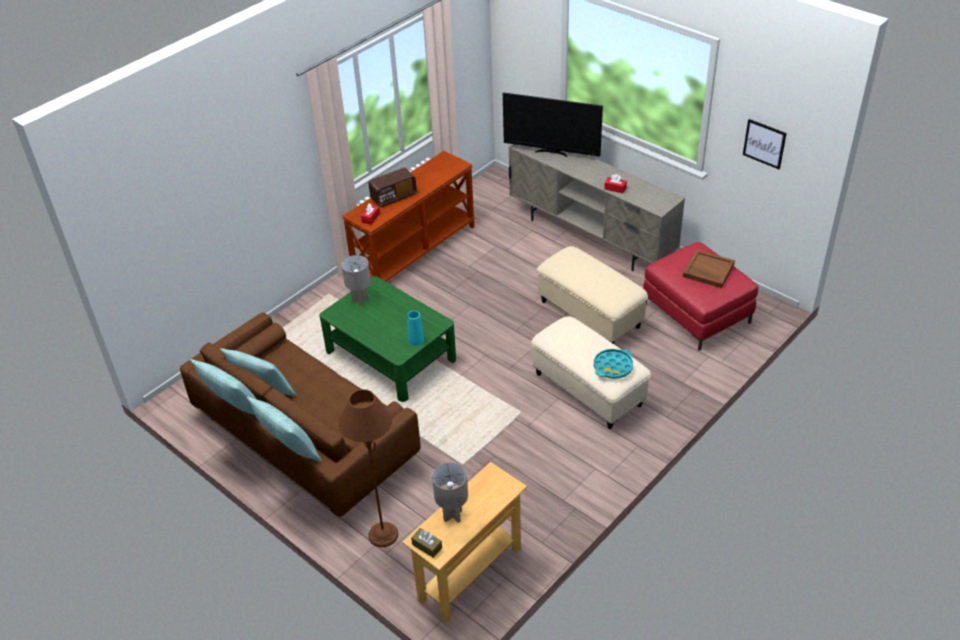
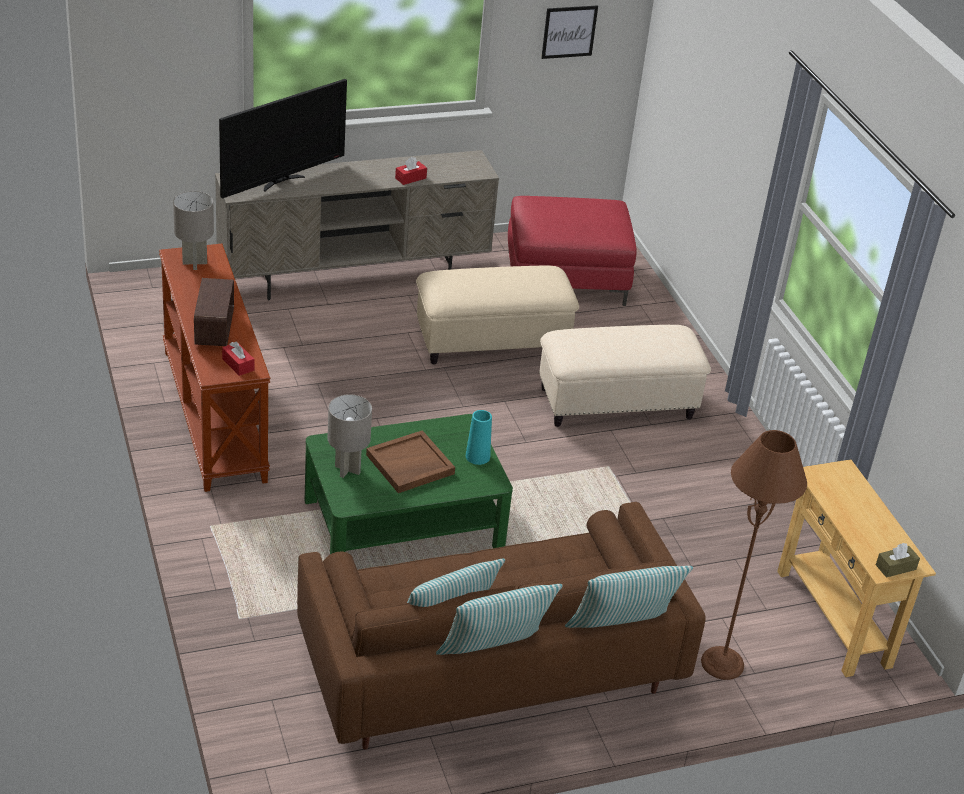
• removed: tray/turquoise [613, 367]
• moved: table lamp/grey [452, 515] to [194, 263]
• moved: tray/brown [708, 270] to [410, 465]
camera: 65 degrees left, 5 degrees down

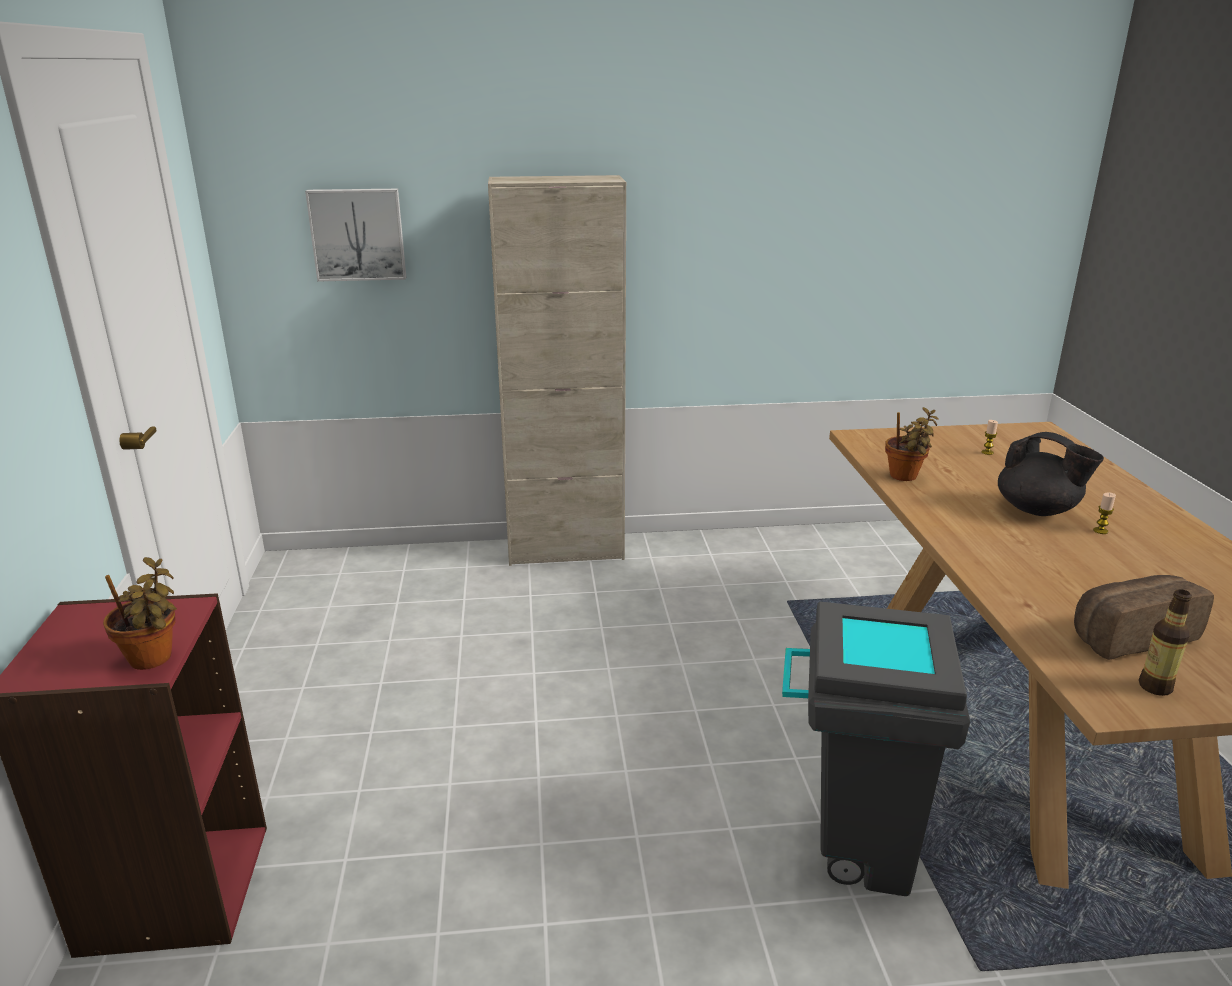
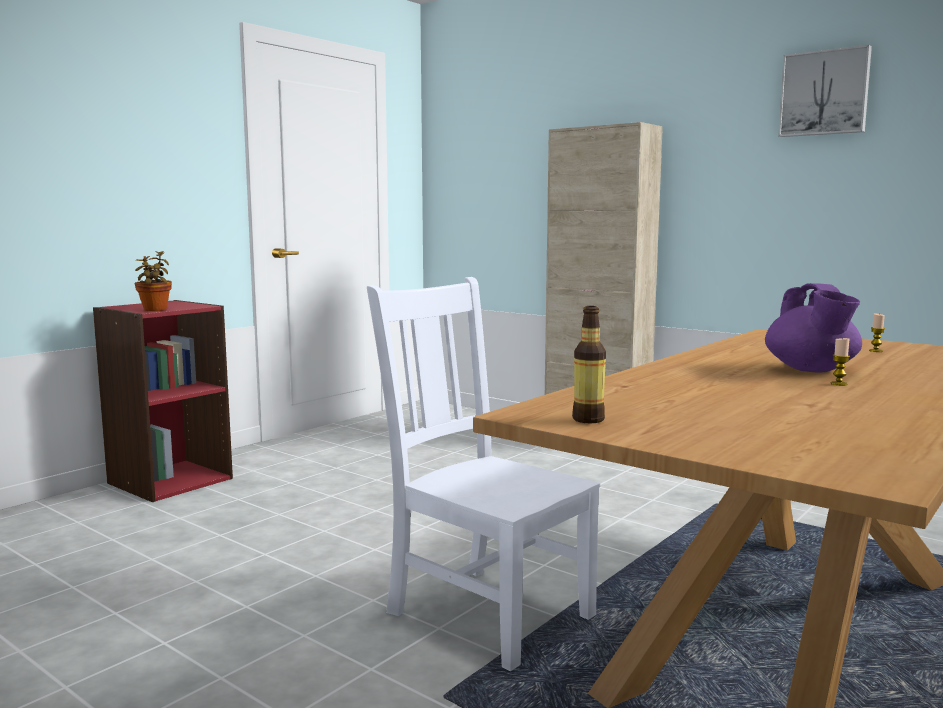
• removed: potted plant [905, 477]
• removed: bread [1129, 635]
• moved: picture [358, 234] to [824, 93]
• replaced: trash can/grey [850, 850] to chair/white [485, 612]
• recoloured: teapot/black [1038, 510] to teapot/purple [811, 370]
camera: 45 degrees right, 15 degrees down

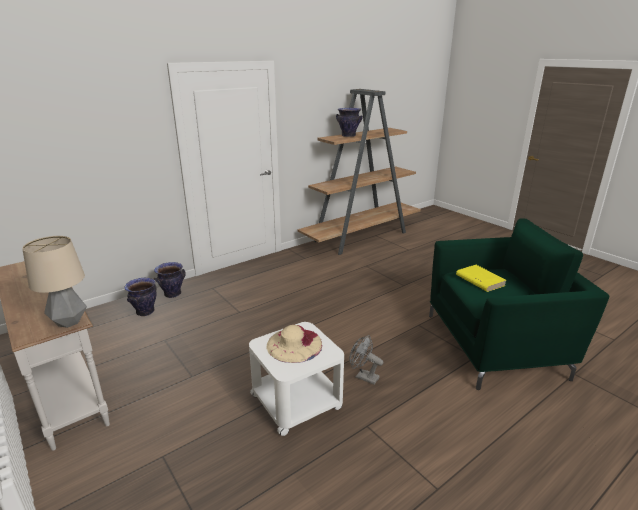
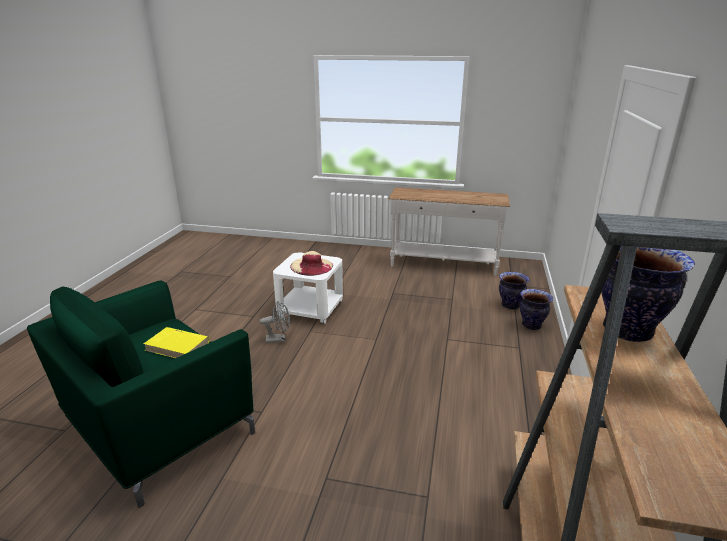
• removed: table lamp [69, 322]
camera: 140 degrees right, 0 degrees up

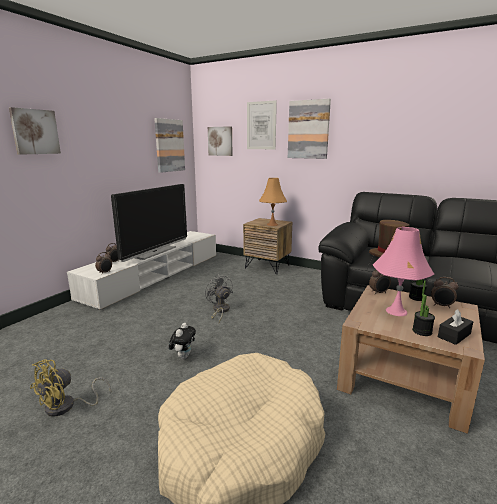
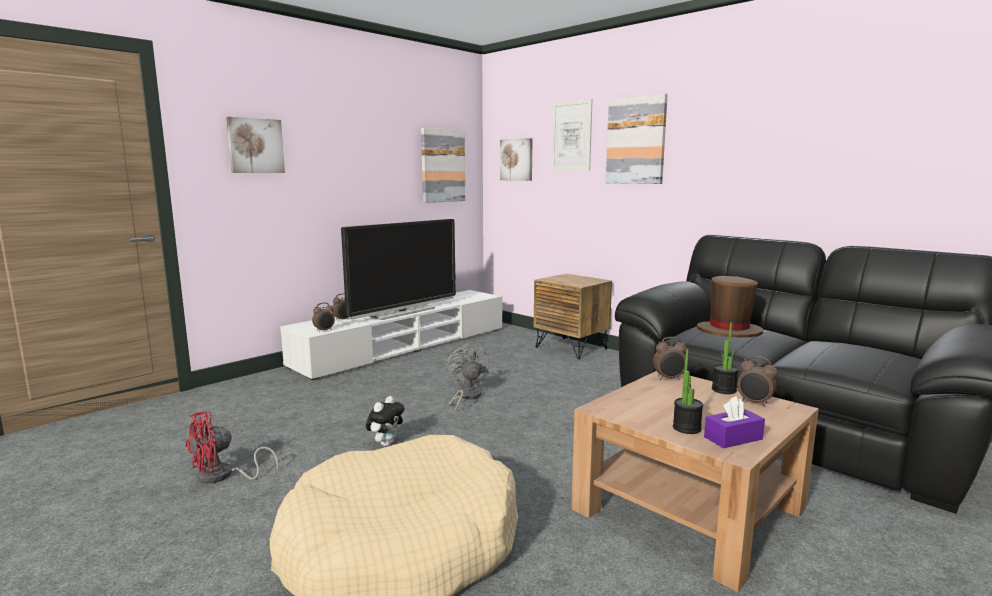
• removed: table lamp/orange [272, 224]
• removed: table lamp/pink [396, 311]
• recoloured: fan/yellow [66, 407] to fan/red [222, 476]
• recoloured: tissue box/black [454, 335] to tissue box/purple [733, 438]
camera: 15 degrees right, 5 degrees down

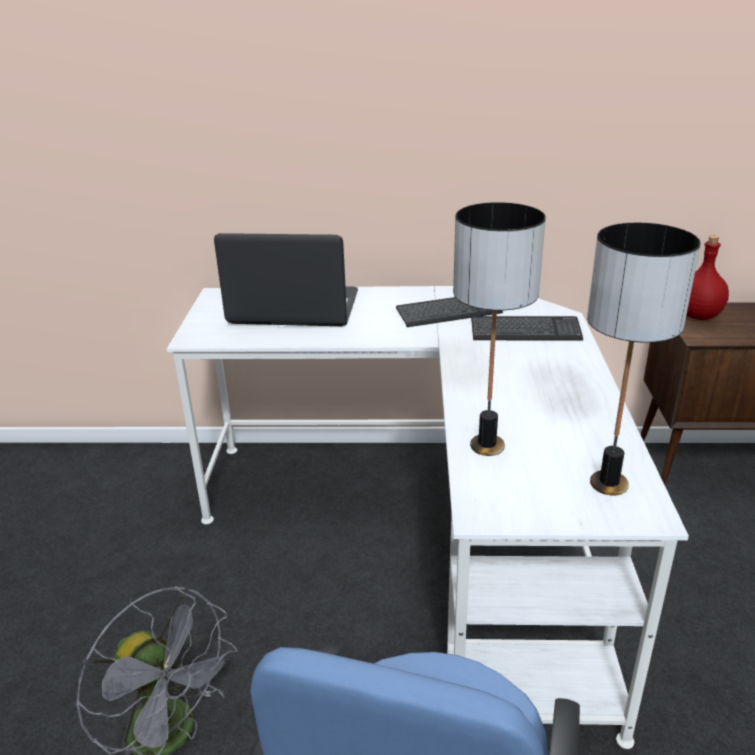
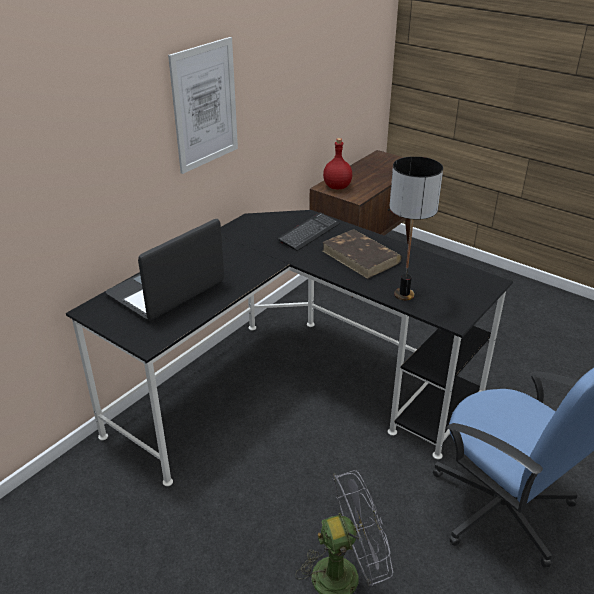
• removed: keyboard [448, 312]
• removed: table lamp [607, 484]
• added: picture [205, 105]
• added: book/brown [361, 257]
• recoloured: desk/white [426, 532] to desk/black [291, 389]
camera: 55 degrees left, 5 degrees up

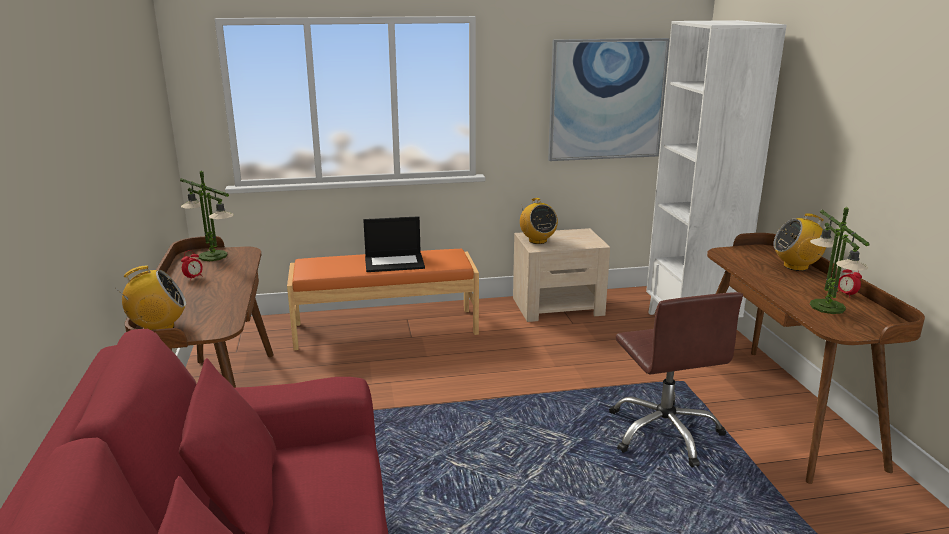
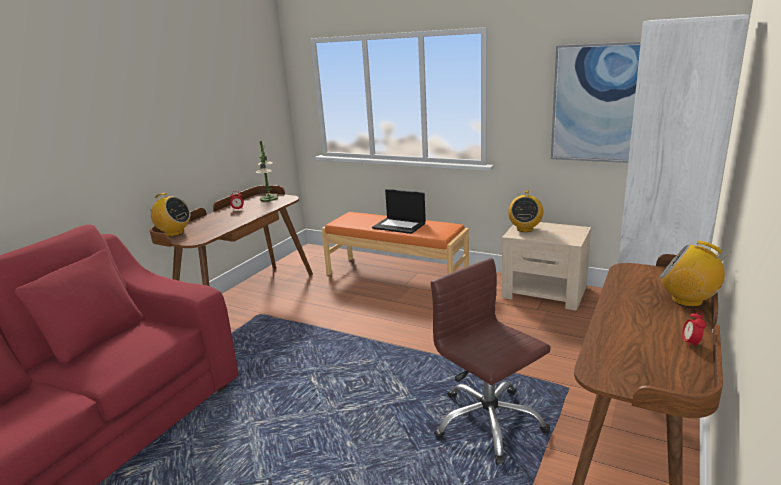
• removed: table lamp [827, 307]
• turned: office chair/brown [664, 432] = [488, 423] 120 degrees clockwise
camera: 40 degrees right, 0 degrees up

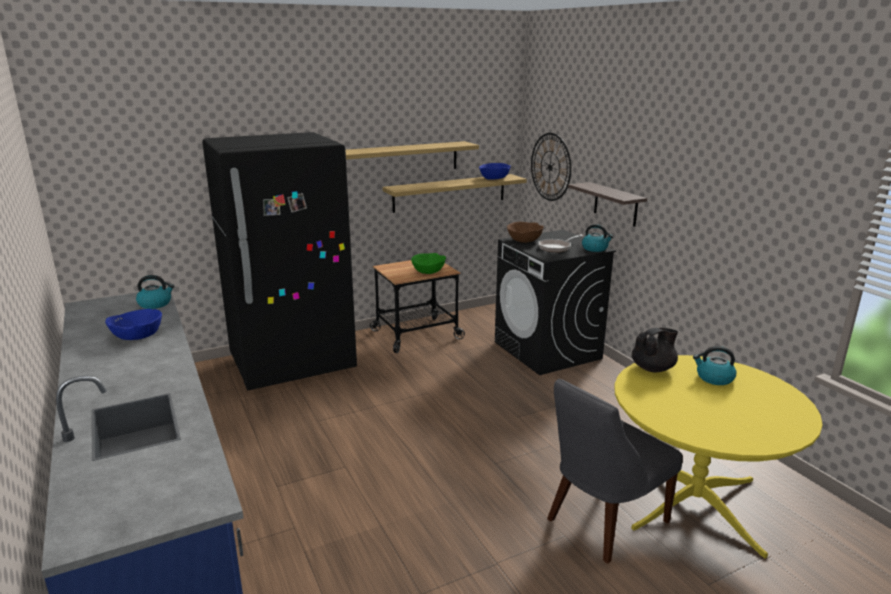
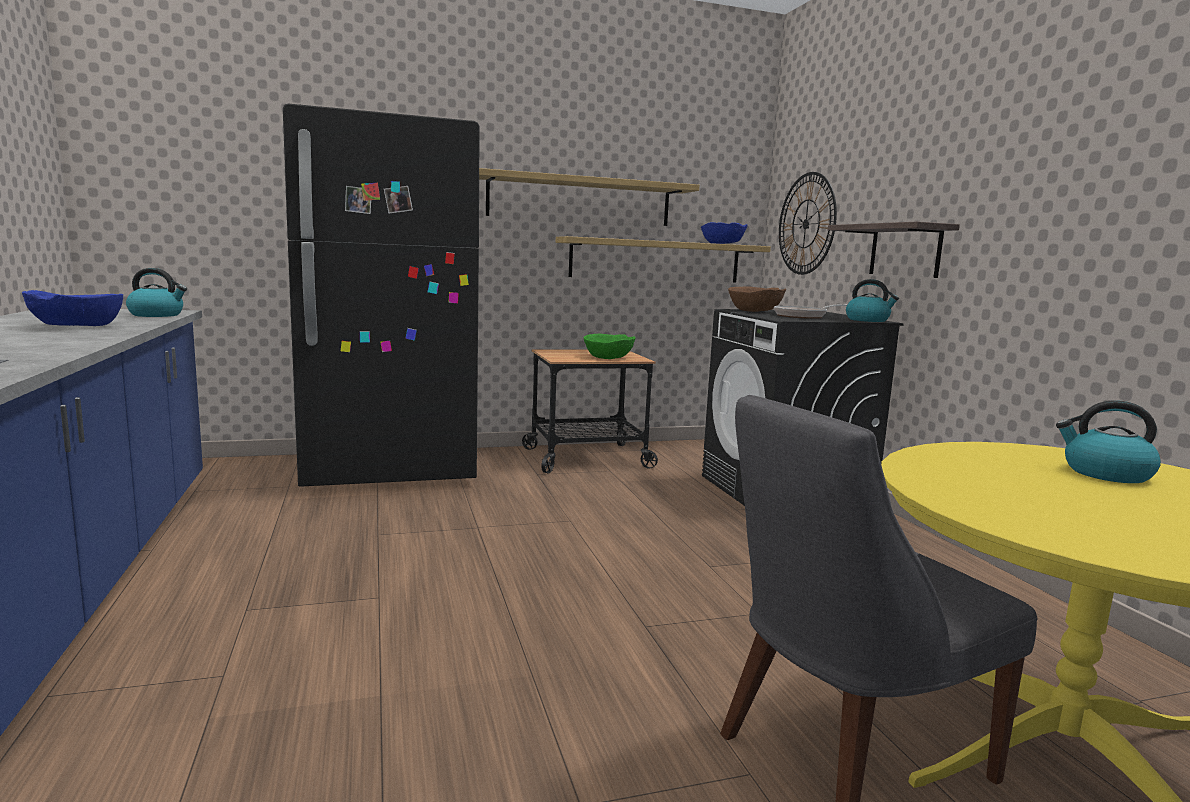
• removed: teapot/black [653, 368]
camera: 10 degrees right, 10 degrees down

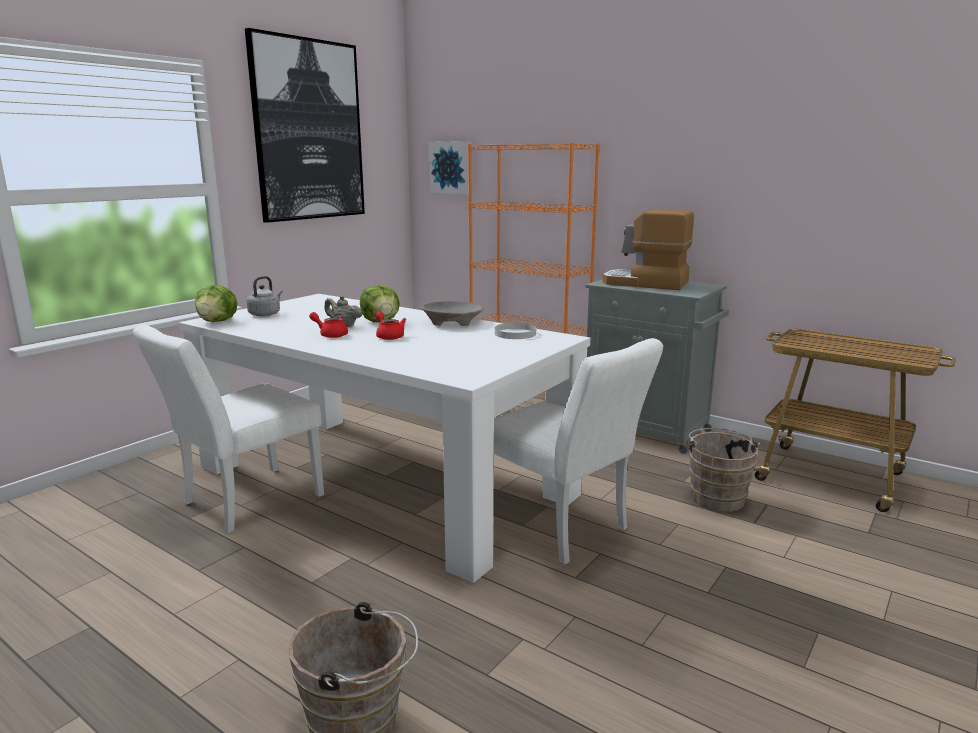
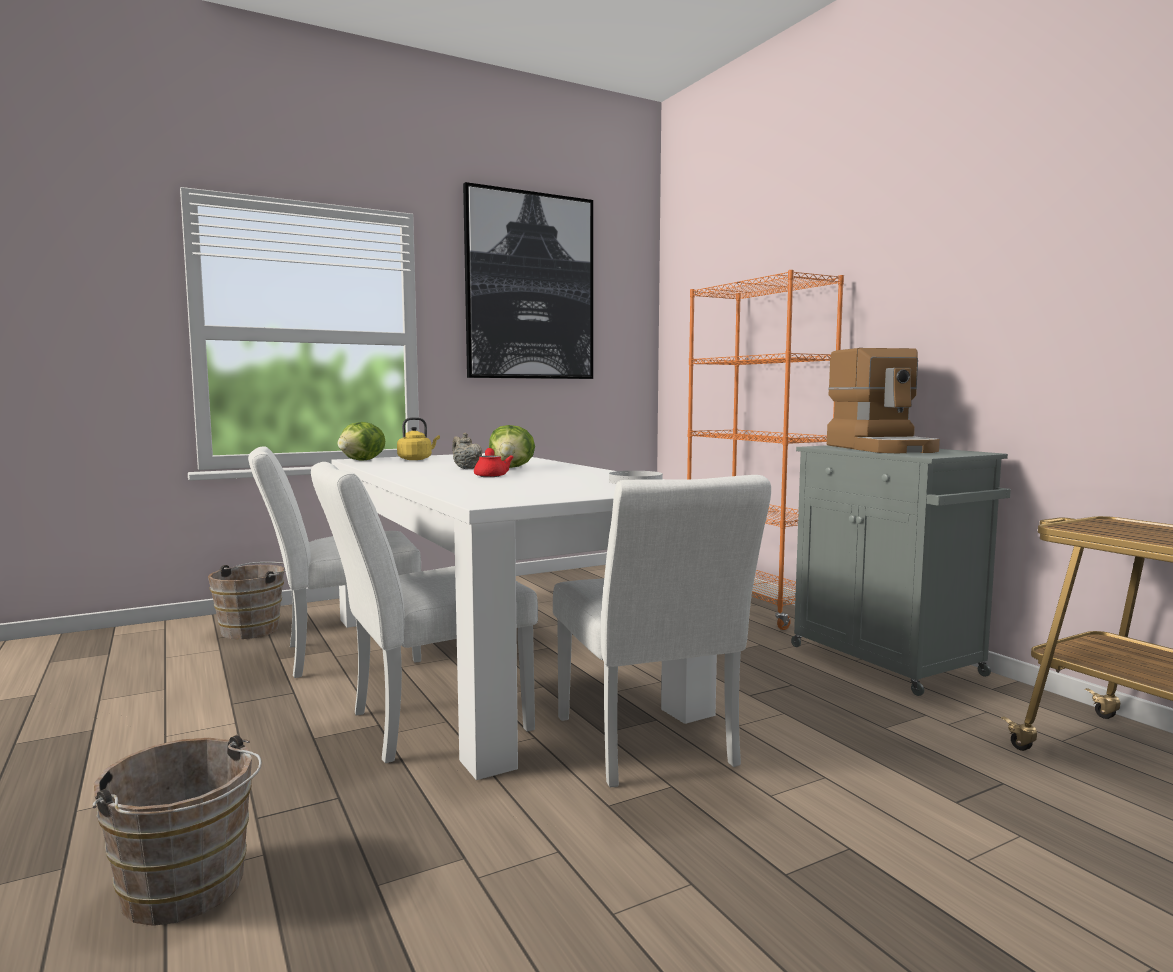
• removed: teapot/red [331, 334]
• removed: bowl/beige [452, 322]
• removed: picture [452, 167]
• added: chair/white [426, 724]
• moved: bucket/brown [716, 497] to [254, 629]
• recoloured: kettle/grey [265, 314] to kettle/yellow [416, 459]
• turned: coffee machine [645, 283] = [882, 448] 150 degrees counterclockwise
camera: 25 degrees right, 10 degrees down

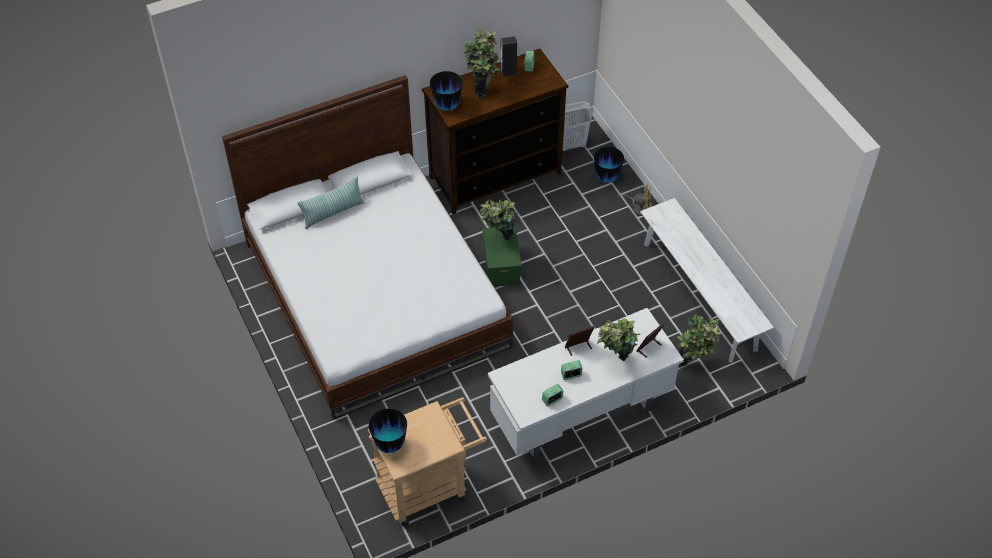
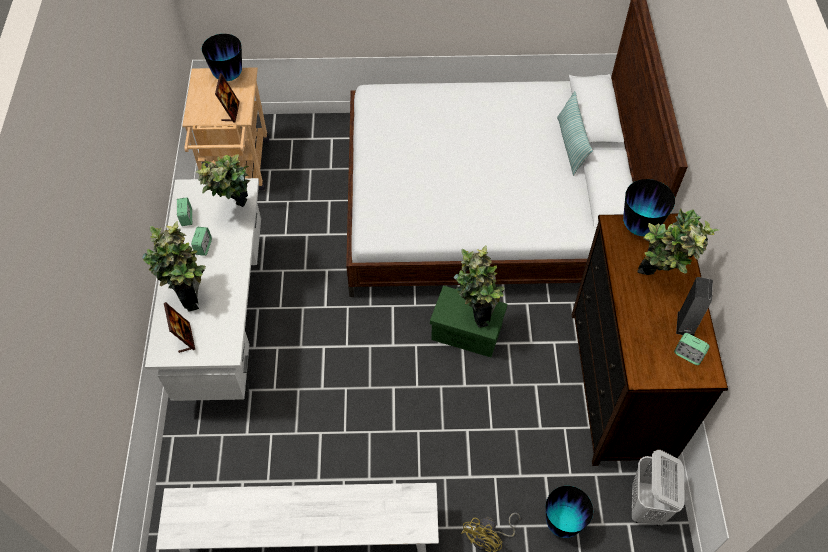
• moved: picture frame [578, 347] to [230, 112]
• moved: potted plant [693, 364] to [234, 212]
camera: 115 degrees right, 5 degrees up

